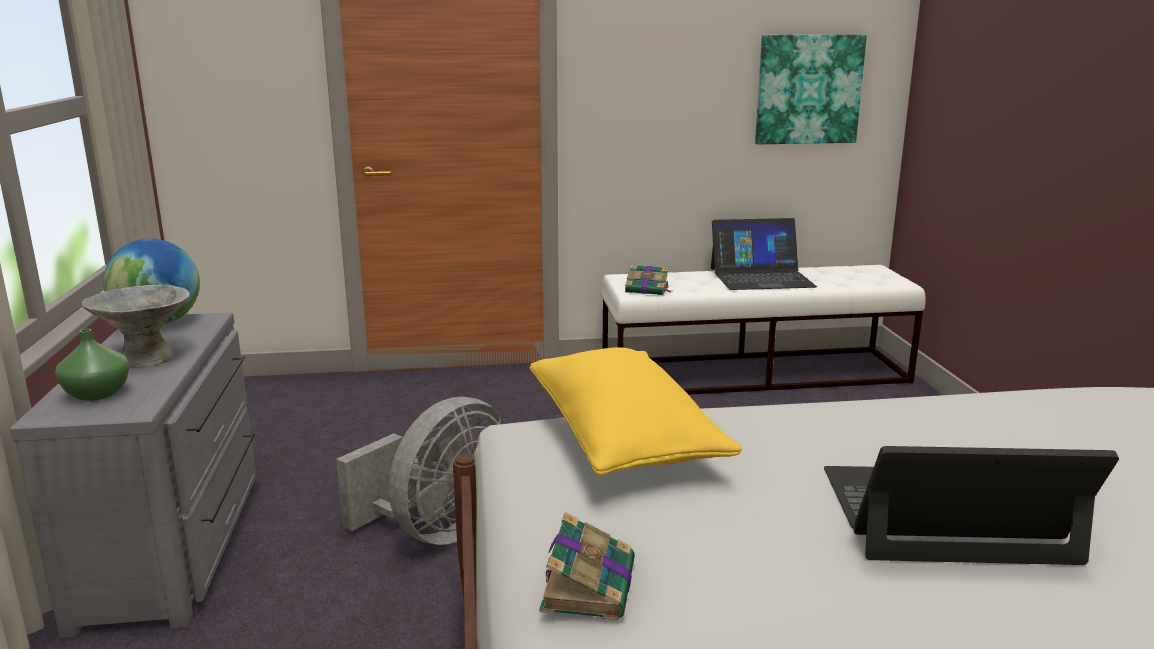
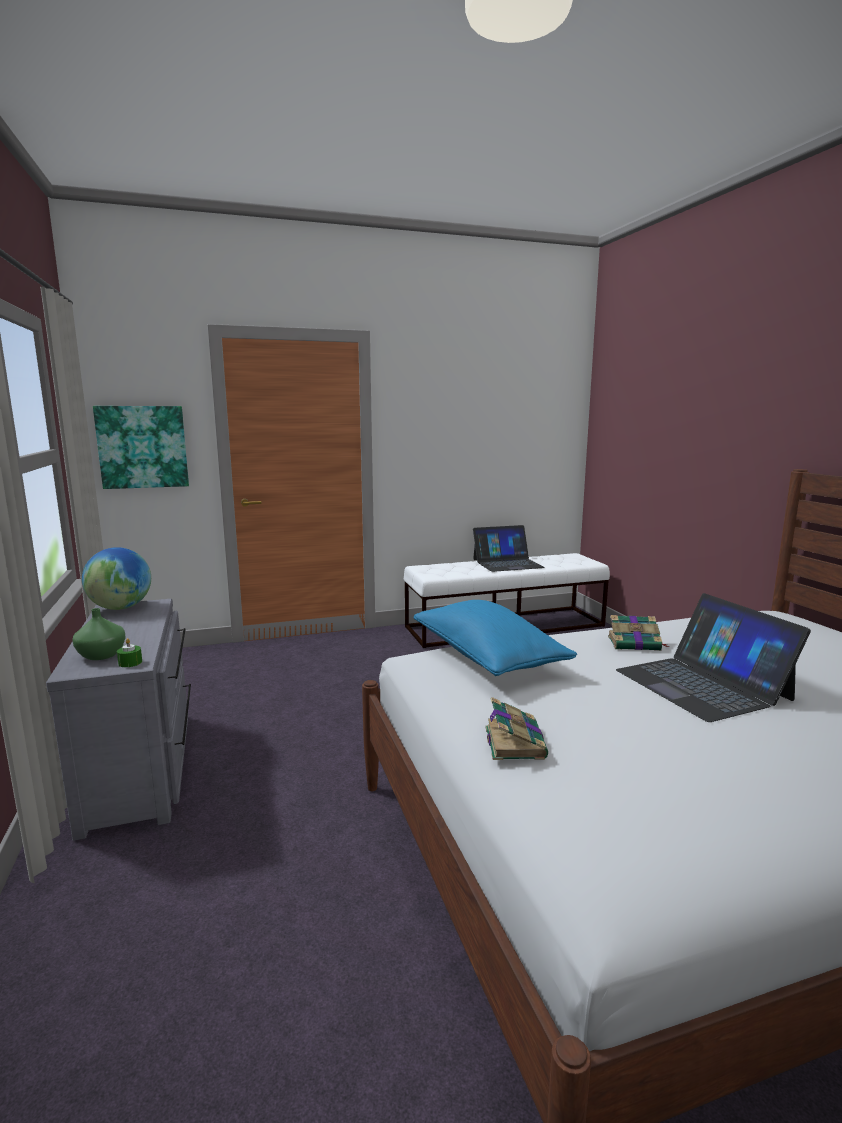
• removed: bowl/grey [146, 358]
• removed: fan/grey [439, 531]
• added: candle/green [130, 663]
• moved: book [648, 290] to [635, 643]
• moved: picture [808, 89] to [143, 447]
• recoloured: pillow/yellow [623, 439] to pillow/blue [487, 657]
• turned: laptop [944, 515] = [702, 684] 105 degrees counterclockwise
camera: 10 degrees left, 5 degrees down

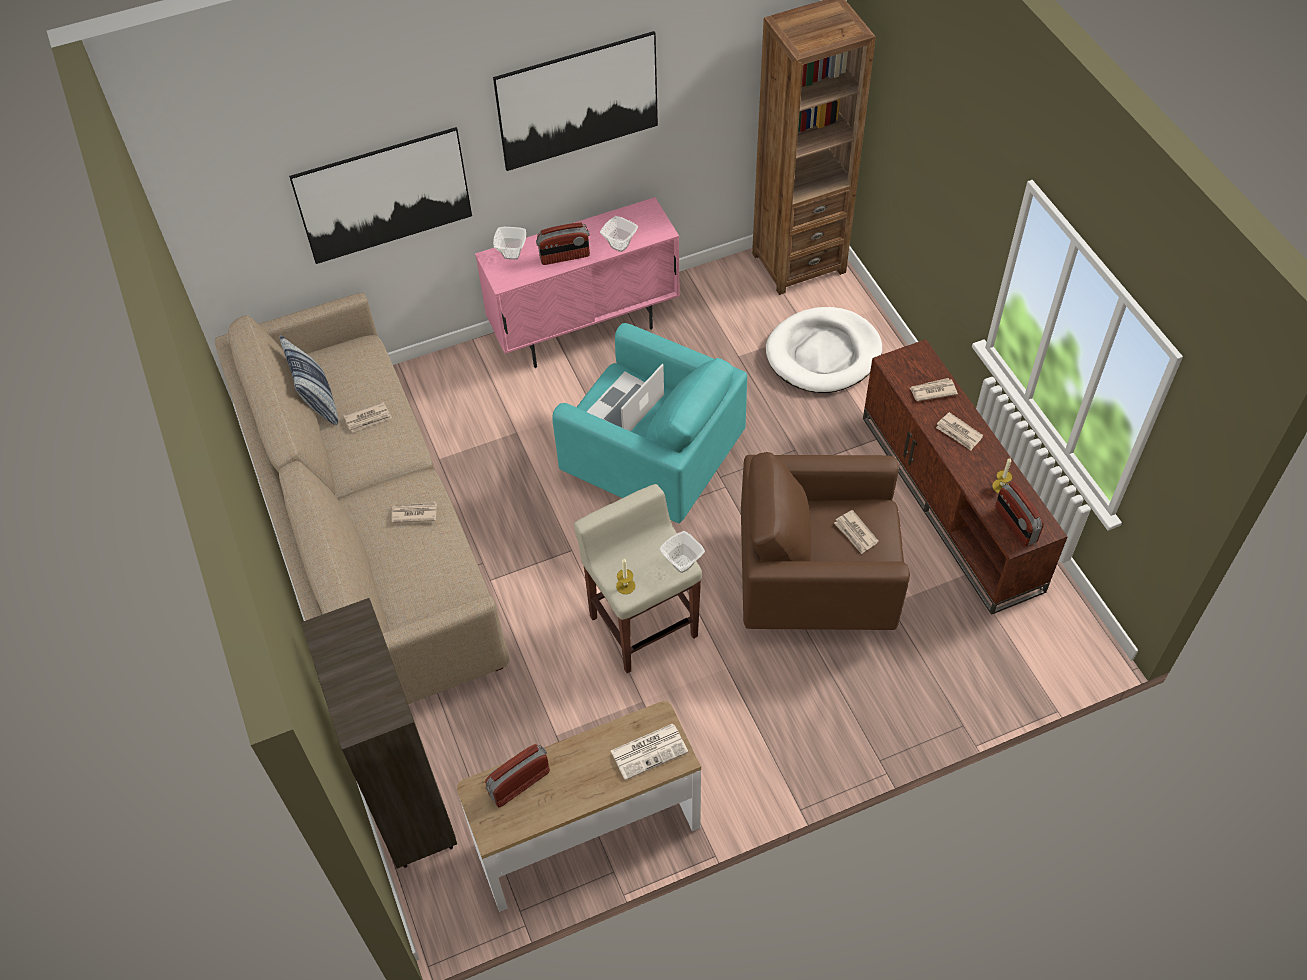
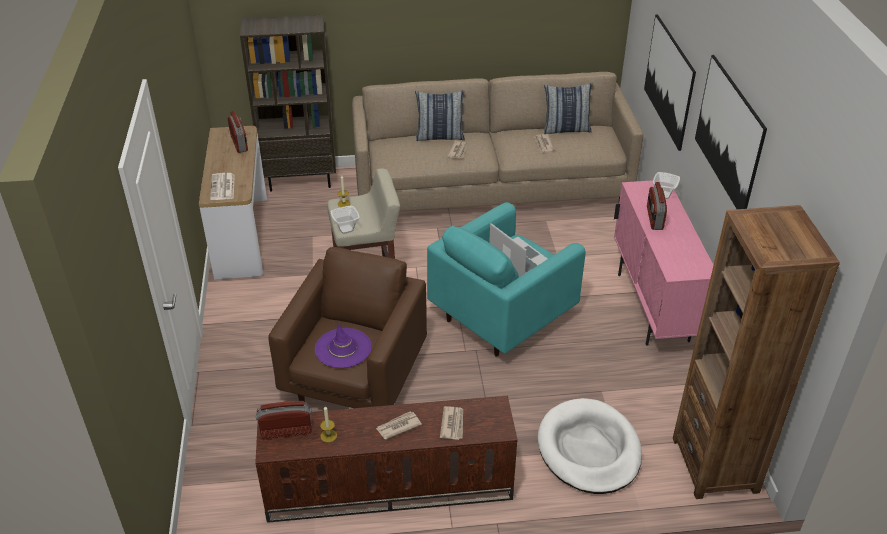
• removed: bowl [620, 244]
• added: pillow [440, 136]
• replaced: newspaper [855, 533] to hat/purple [343, 348]
camera: 105 degrees right, 15 degrees down

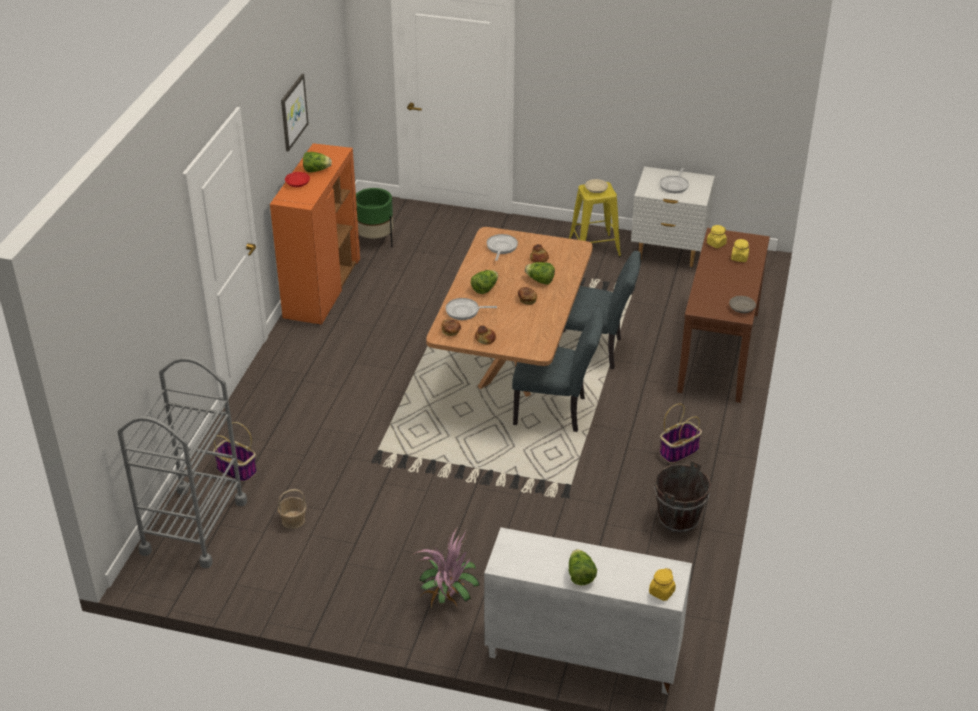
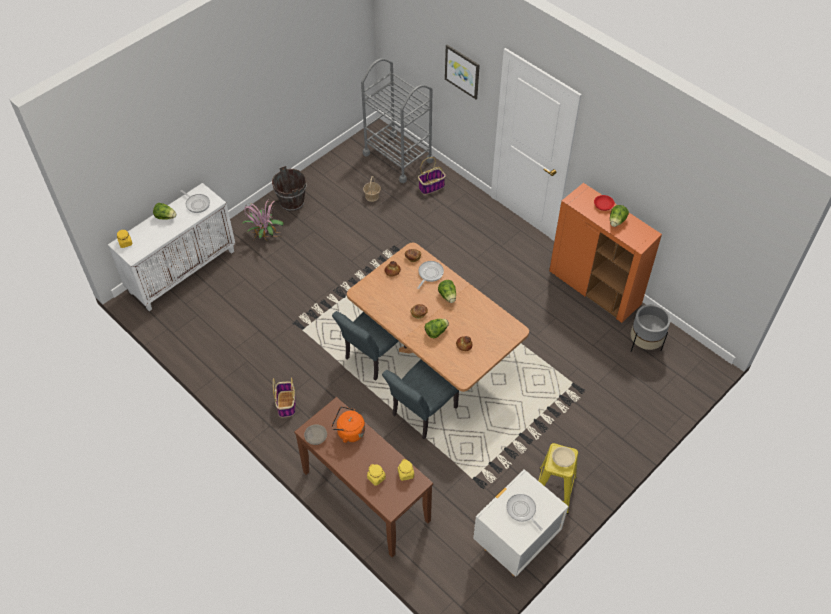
• added: kettle/orange [349, 432]
• moved: picture [293, 112] to [462, 71]
• moved: frying pan [501, 247] to [197, 204]
• moved: bucket/brown [678, 519] to [292, 202]
• recoloured: planter/green [375, 241] to planter/grey [644, 344]
camera: 120 degrees right, 15 degrees up

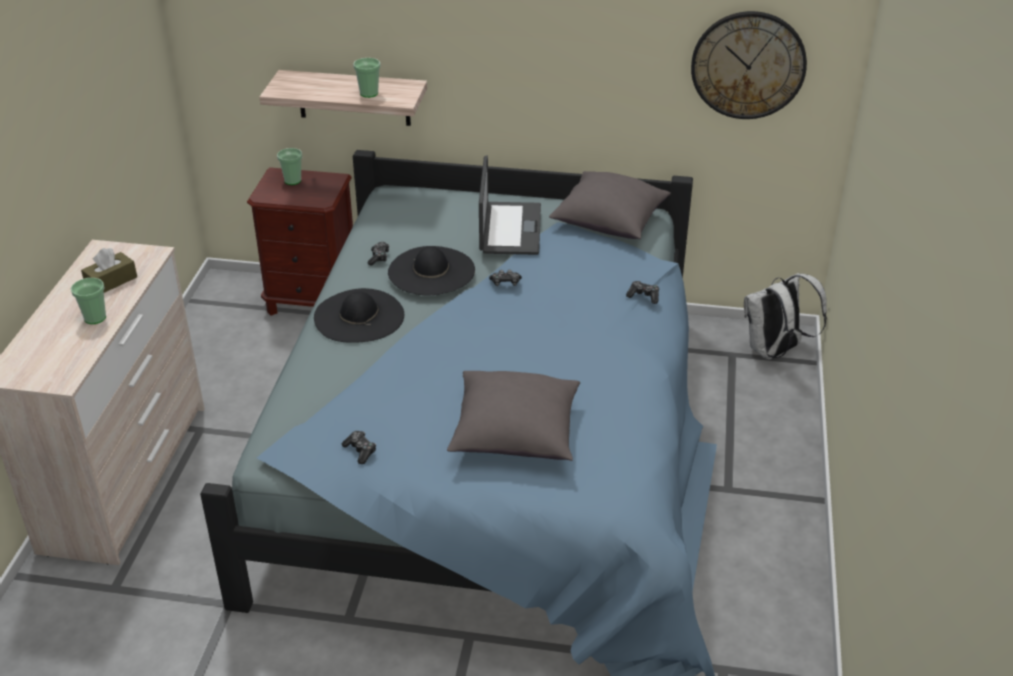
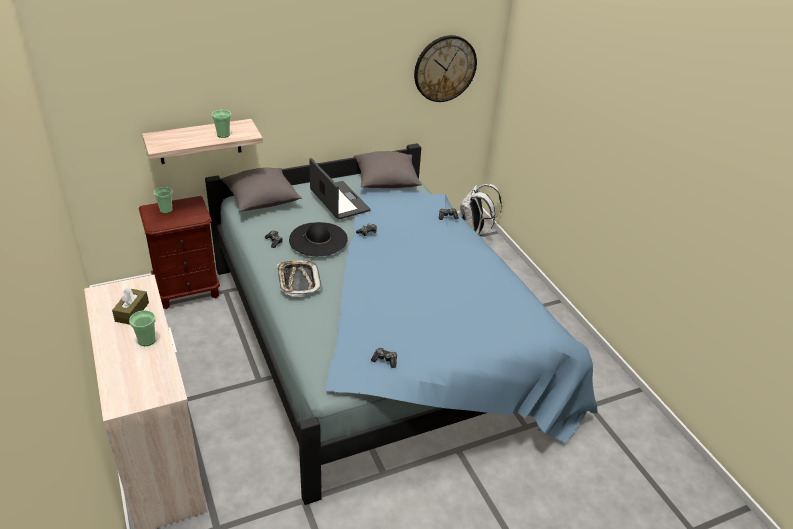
• moved: pillow/grey [515, 435] to [261, 200]
• replaced: hat/black [359, 316] to tray [298, 281]
camera: 35 degrees left, 0 degrees up

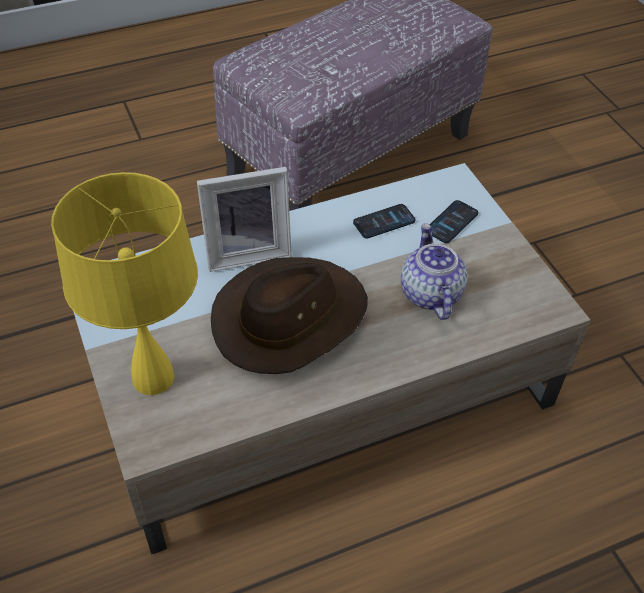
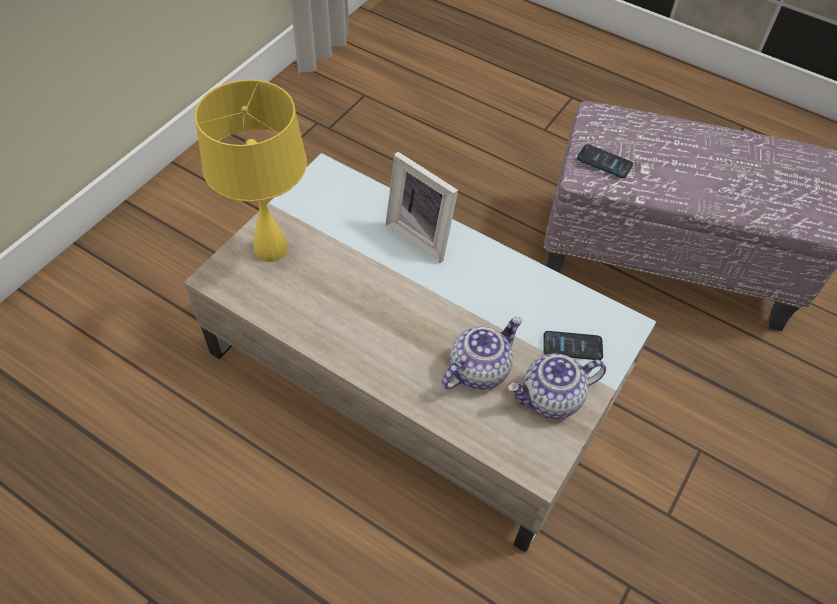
• removed: hat/brown [290, 318]
• added: teapot [551, 399]
• moved: phone [384, 222] to [604, 162]
camera: 55 degrees right, 5 degrees up

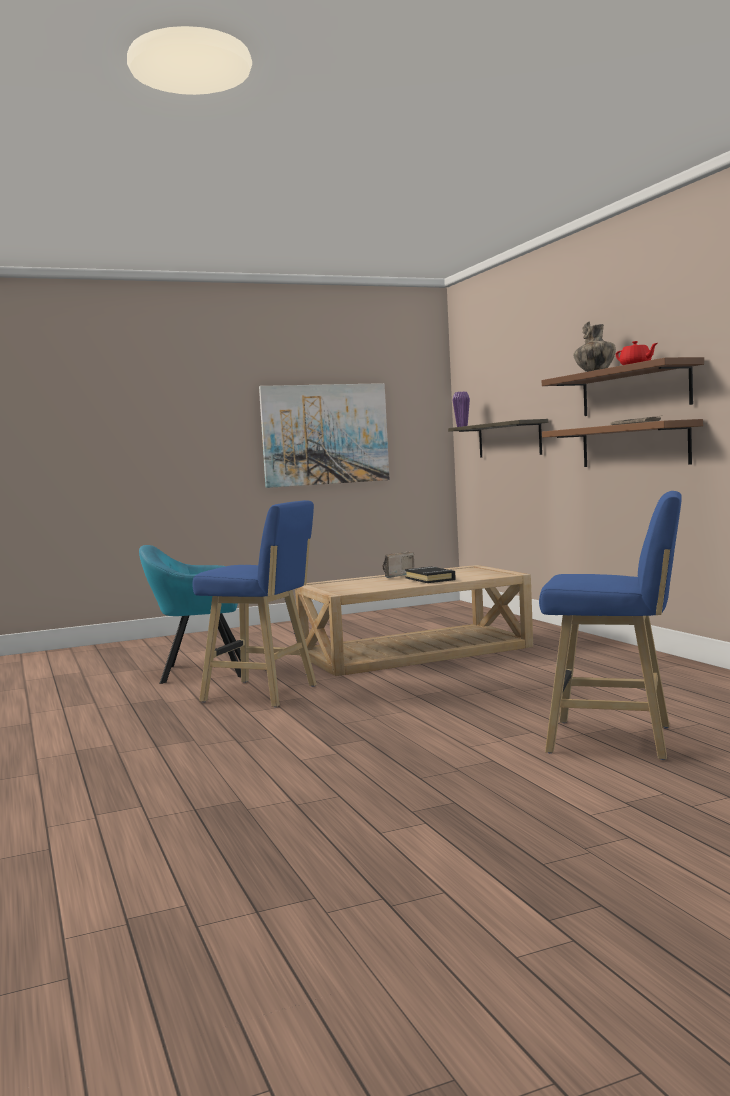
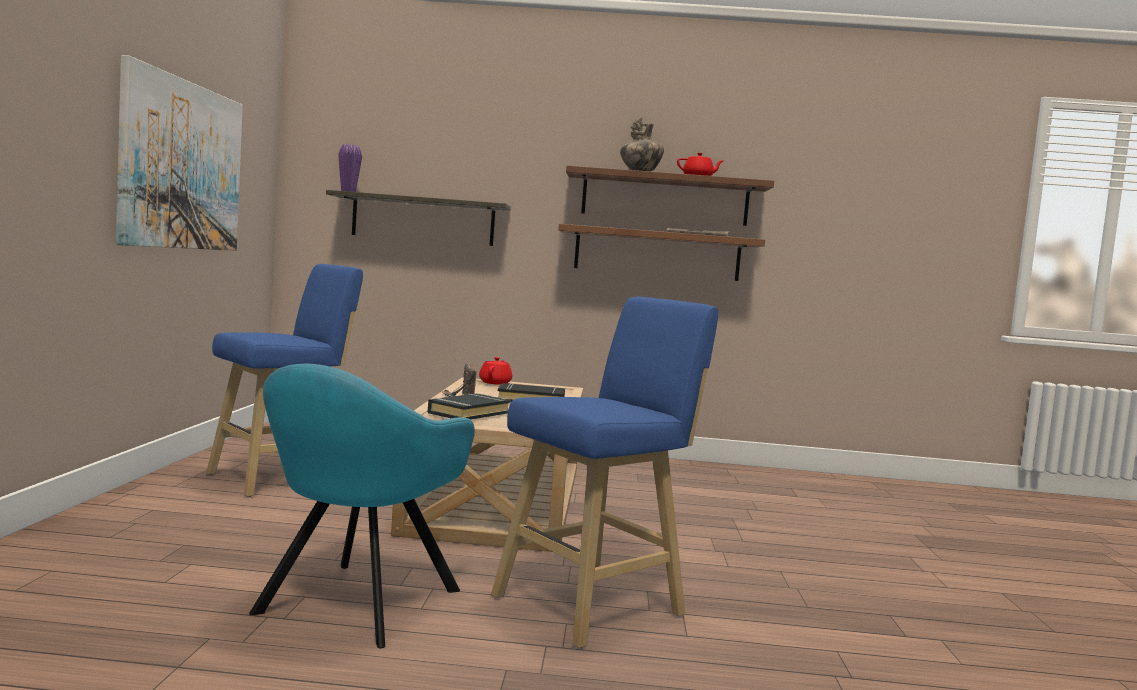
• added: book/black [468, 413]
• added: teapot/red [495, 383]
• moved: stool/blue [617, 740] to [281, 478]
camera: 65 degrees left, 0 degrees up

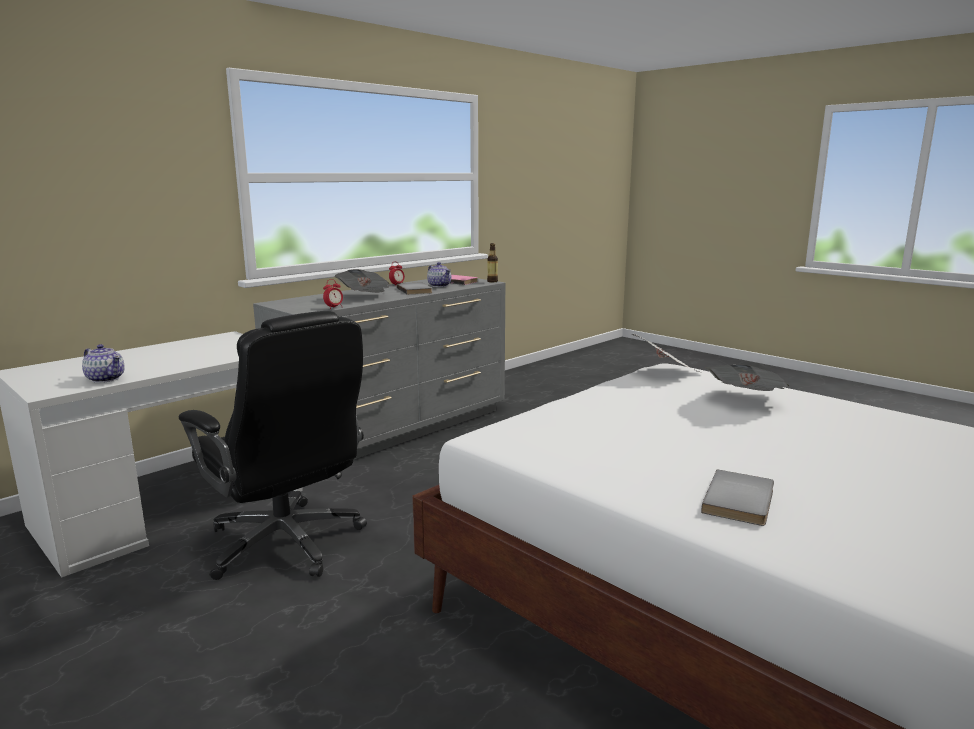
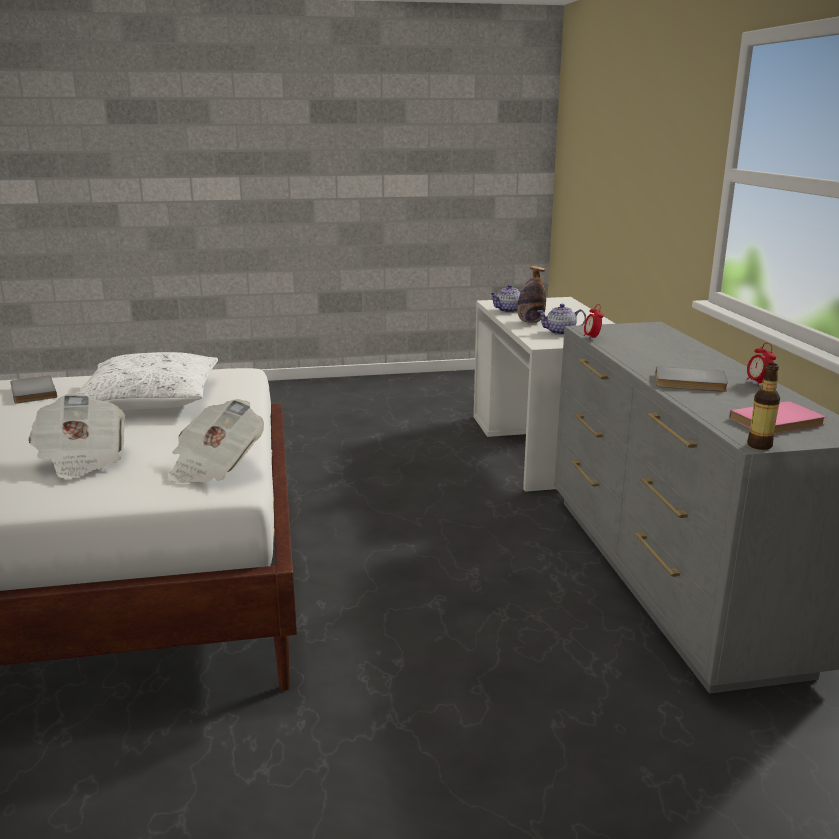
• removed: office chair/black [286, 543]
• removed: newspaper [365, 296]
• added: pillow/white [150, 399]
• added: bottle [530, 322]
• moved: teapot [439, 285] to [560, 332]
camera: 125 degrees right, 5 degrees up

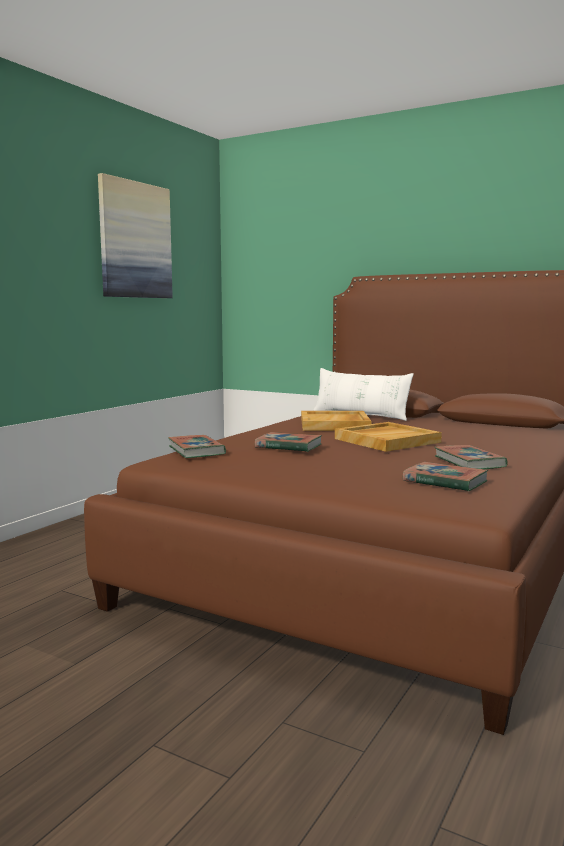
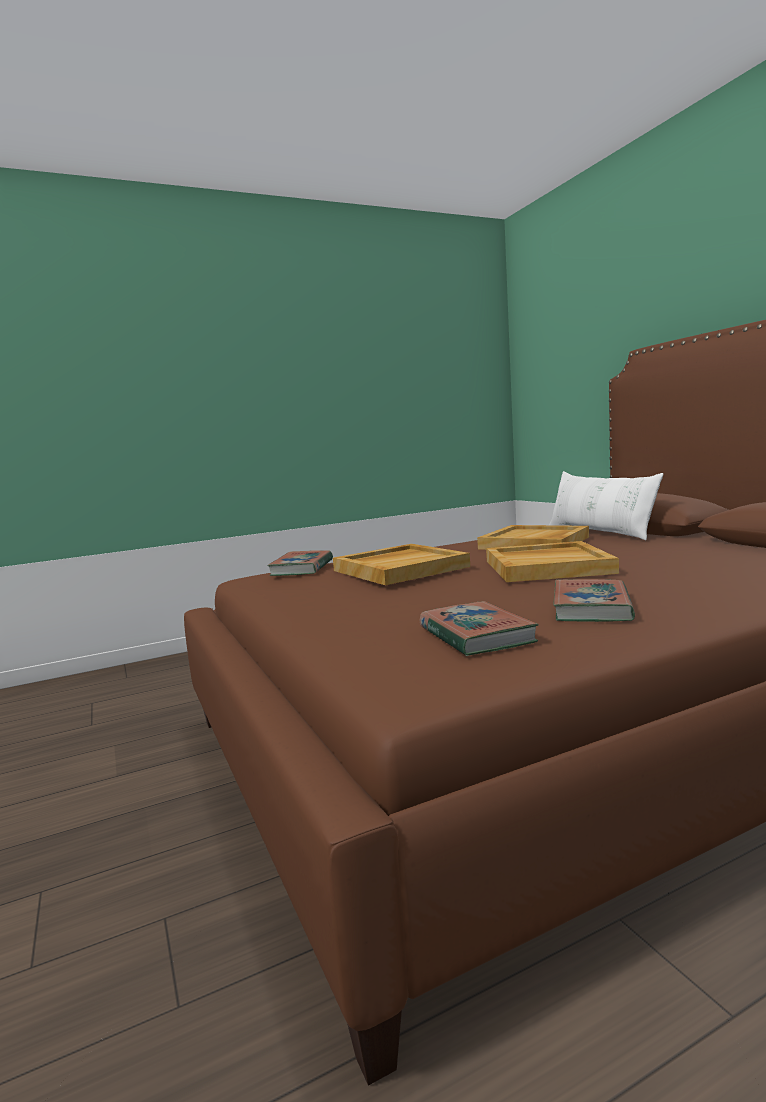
• removed: picture [135, 240]
• replaced: book [288, 446] to tray/beige [400, 568]
camera: 35 degrees right, 0 degrees up

